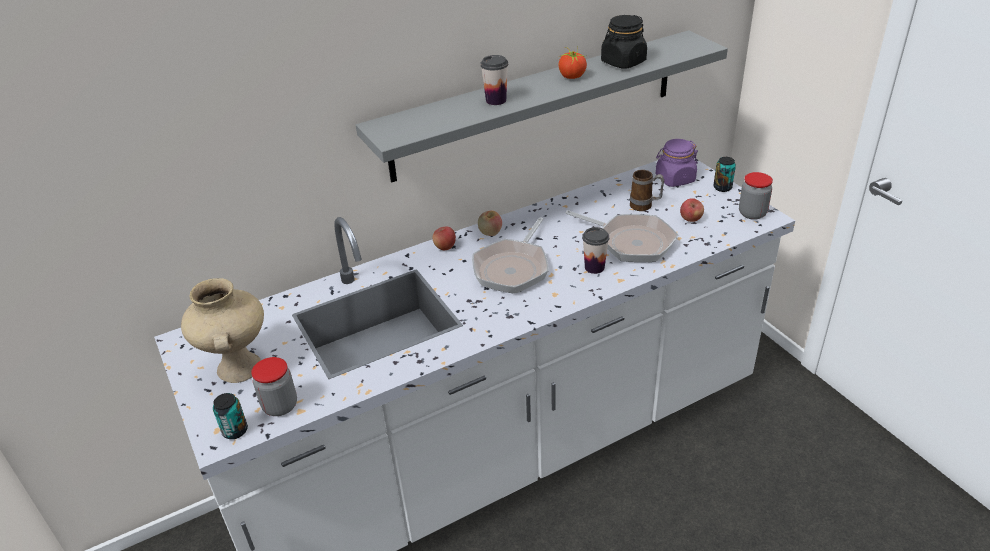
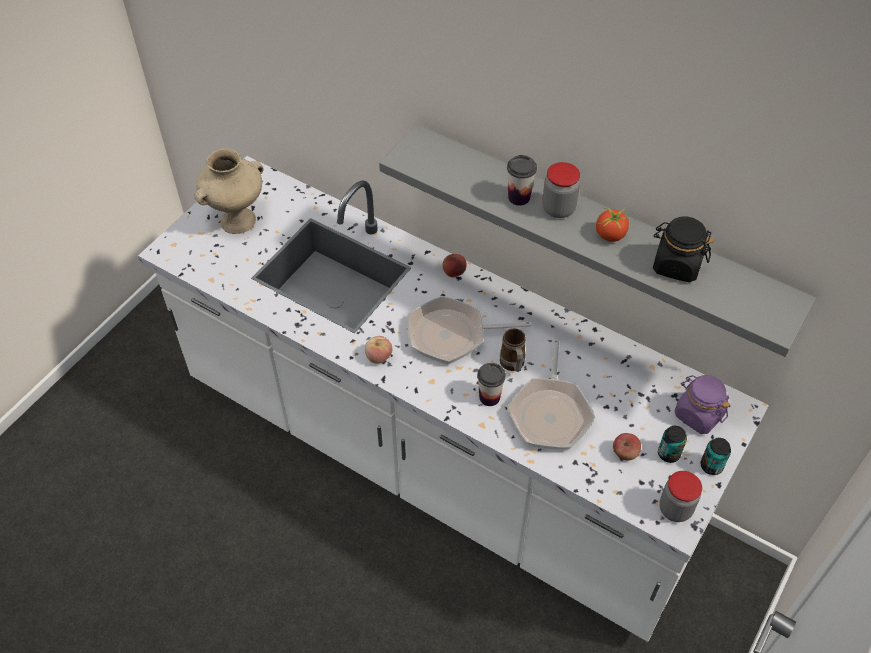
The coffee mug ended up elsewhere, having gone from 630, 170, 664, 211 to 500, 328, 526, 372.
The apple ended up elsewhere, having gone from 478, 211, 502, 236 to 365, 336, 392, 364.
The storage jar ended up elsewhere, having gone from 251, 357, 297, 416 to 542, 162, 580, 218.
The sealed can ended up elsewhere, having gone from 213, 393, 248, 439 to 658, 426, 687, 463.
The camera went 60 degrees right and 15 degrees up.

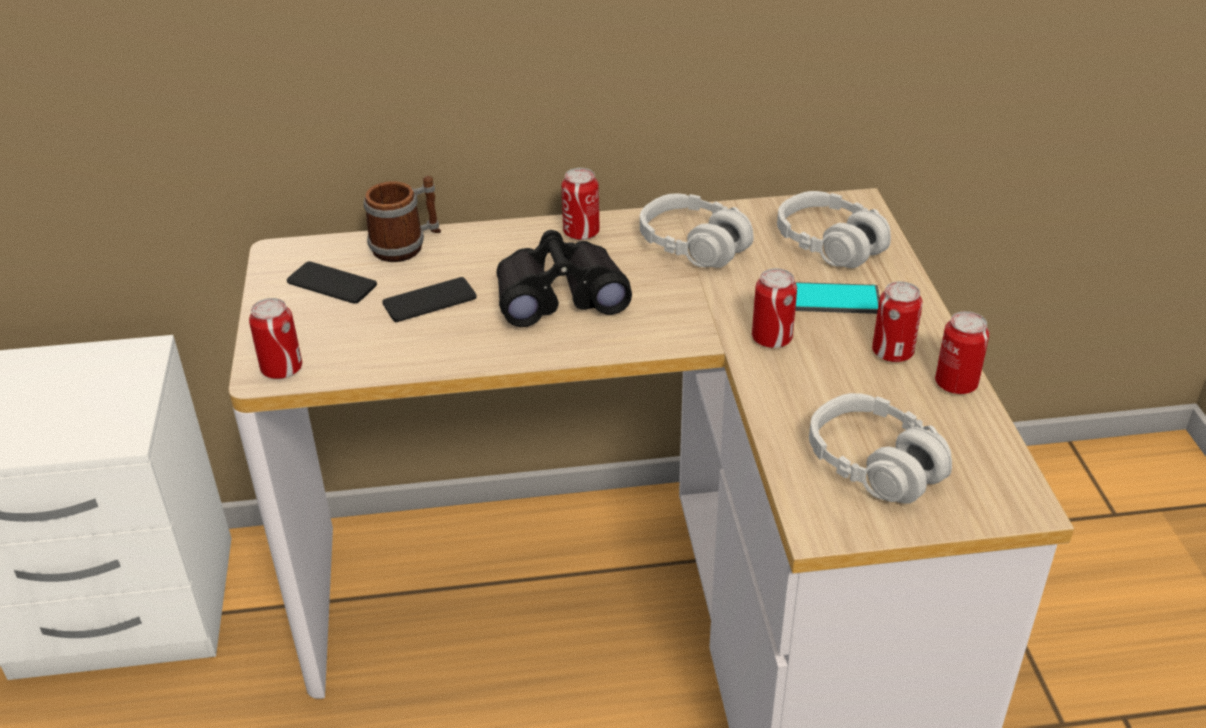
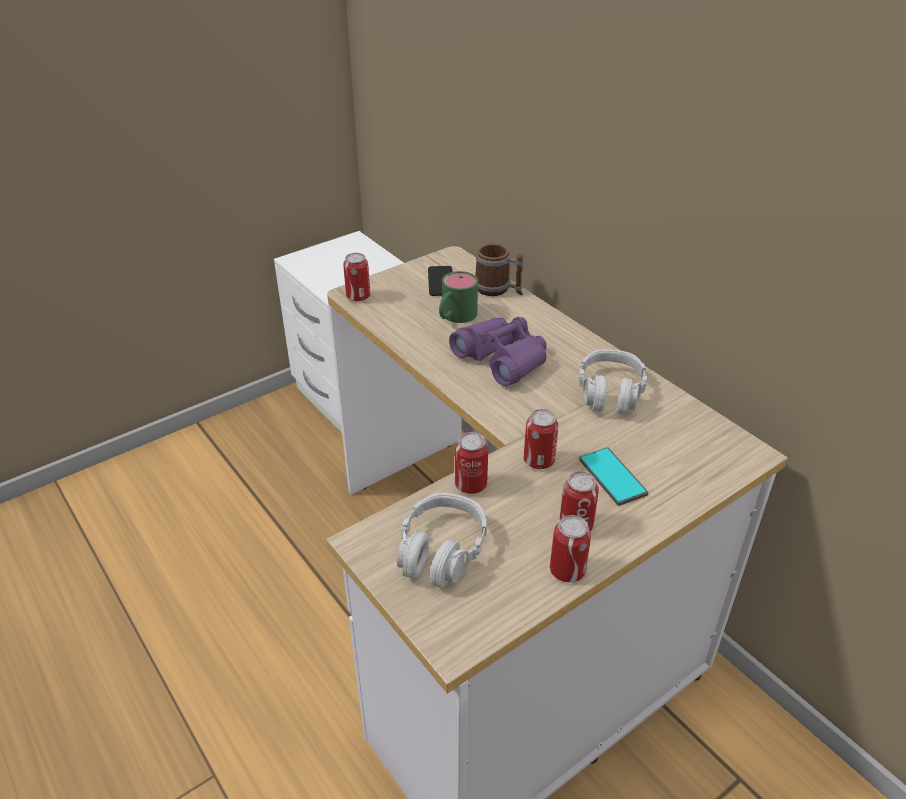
The sealed can ended up elsewhere, having gone from 562, 168, 600, 240 to 455, 432, 488, 494.
The second view lost the grey headphones at 777, 191, 891, 268.
What was the blackish field glasses at 496, 230, 632, 327 turned into the purple field glasses at 449, 317, 546, 386.
Where the handset stood at 383, 277, 477, 322, the green coffee mug came to stand at 439, 271, 478, 323.
The camera went 60 degrees right and 0 degrees up.

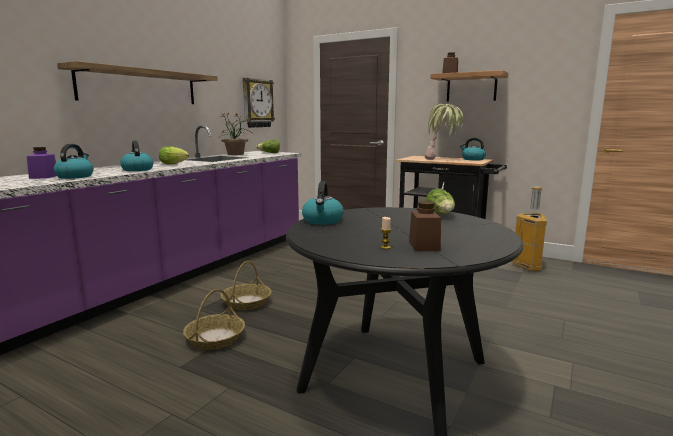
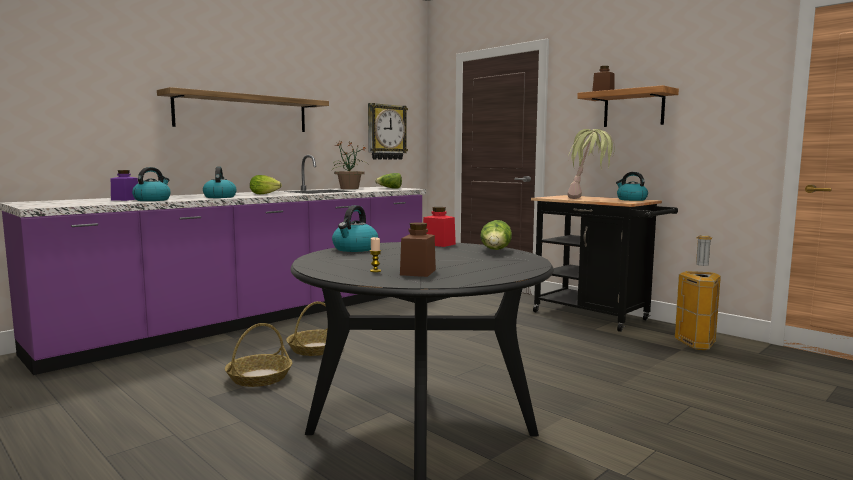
The second view gained the red storage jar at 423, 207, 456, 247.
The camera went 15 degrees right and 5 degrees down.

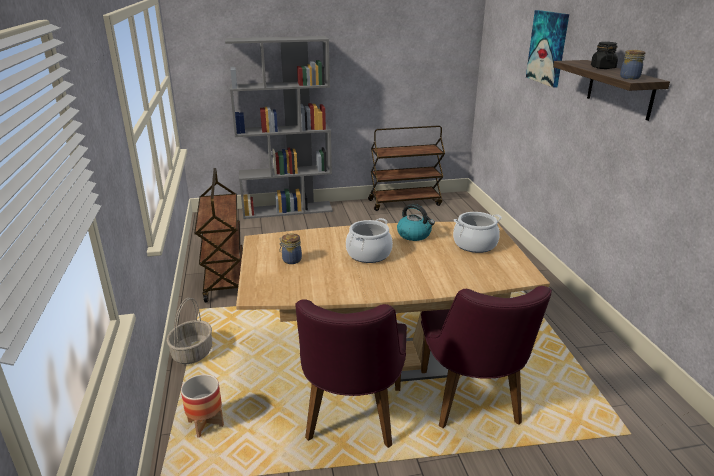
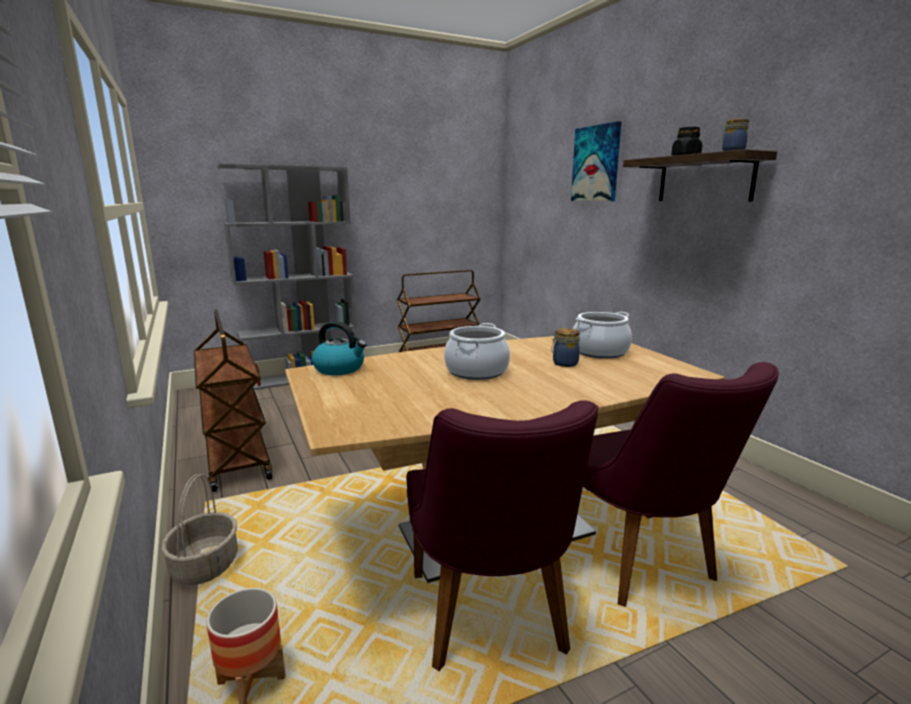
The tea kettle ended up elsewhere, having gone from 397, 204, 435, 241 to 312, 321, 367, 375.
The storage jar ended up elsewhere, having gone from 279, 233, 302, 264 to 551, 328, 580, 367.
The camera went 15 degrees left and 10 degrees down.

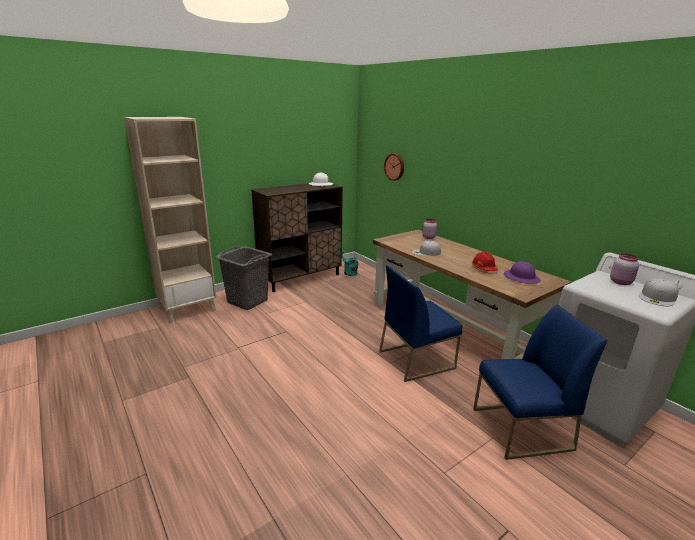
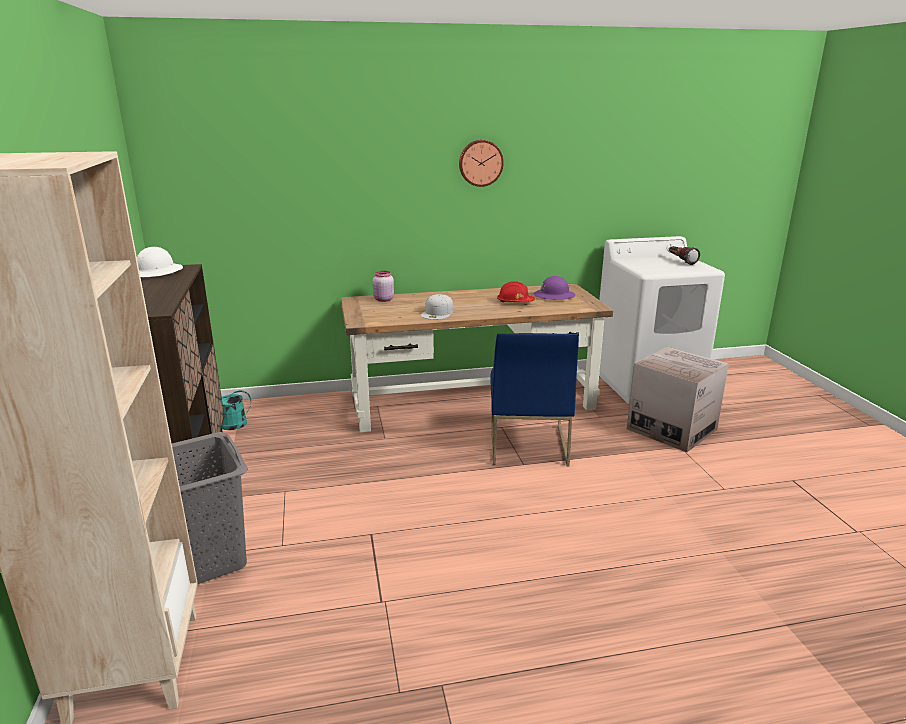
The wall clock ended up elsewhere, having gone from 384, 154, 404, 181 to 459, 140, 504, 187.
The second view lost the pinkish storage jar at 610, 254, 639, 285.
Where the whitish baseball cap stood at 639, 278, 679, 306, the hand torch came to stand at 669, 246, 700, 265.
Where the bluish chair stood at 473, 305, 607, 460, the cardboard box came to stand at 627, 347, 729, 452.
The camera went 65 degrees left and 0 degrees up.

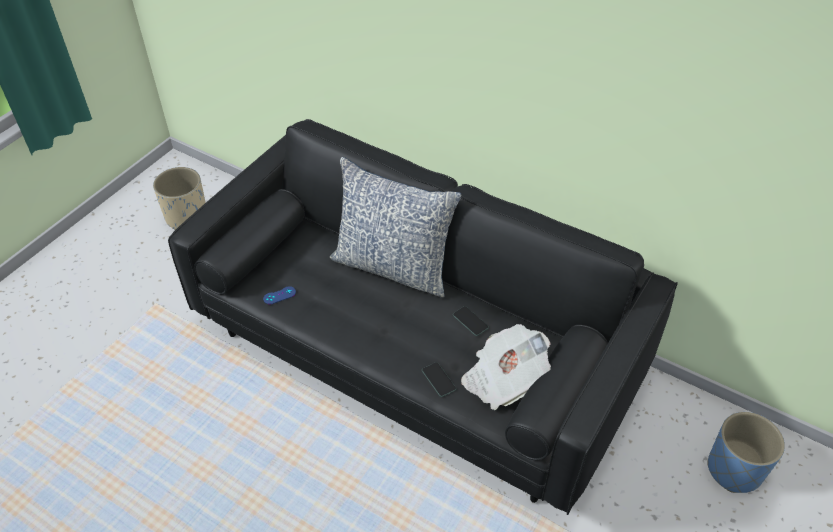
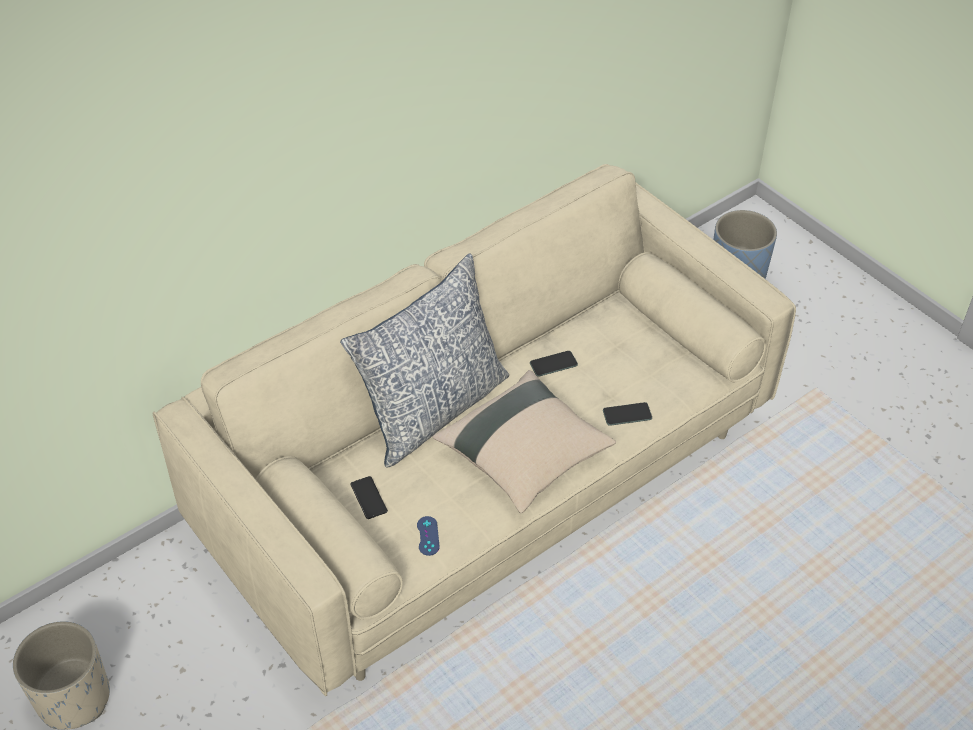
What was the blackish couch at 168, 119, 678, 515 turned into the beige-coloured couch at 152, 164, 796, 696.
The second view lost the daily paper at 461, 324, 551, 410.
The second view gained the beige-coloured cushion at 433, 370, 616, 513.
The second view gained the handset at 350, 476, 388, 519.
The camera went 70 degrees left and 0 degrees up.

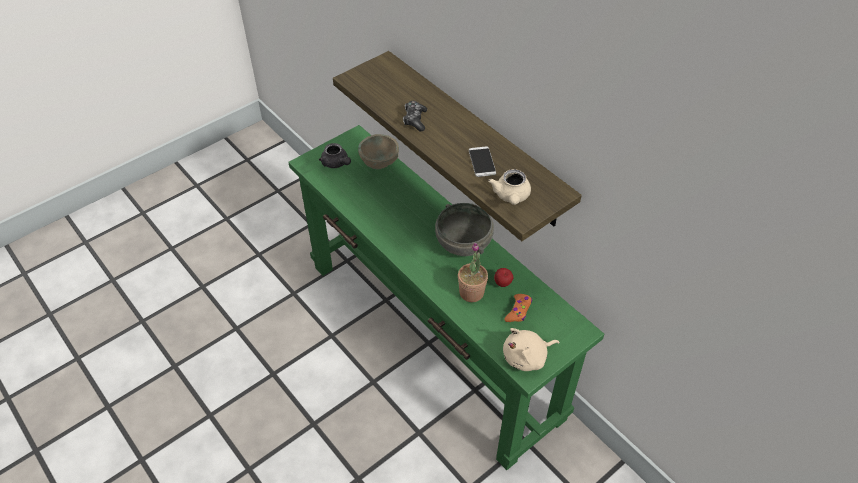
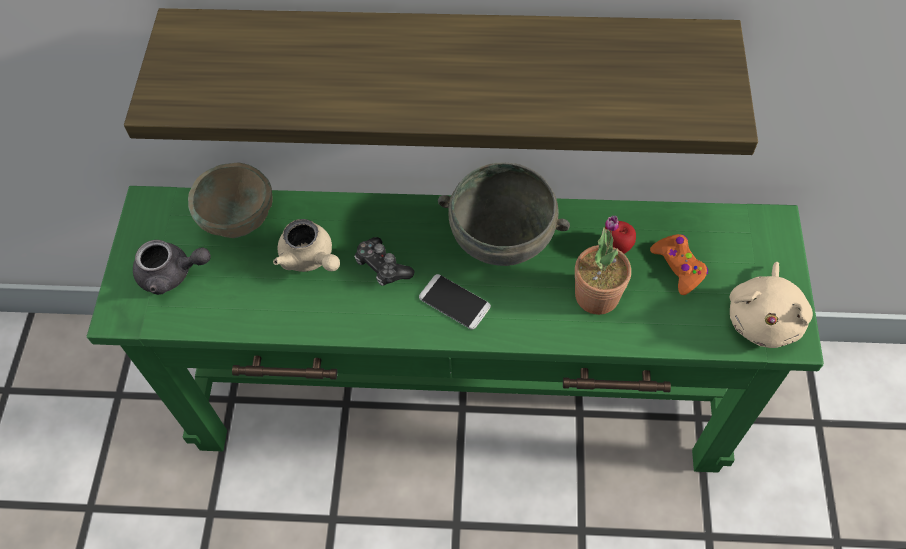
The game controller ended up elsewhere, having gone from 403, 101, 427, 131 to 354, 237, 414, 286.
The handset ended up elsewhere, having gone from 469, 146, 496, 177 to 419, 274, 491, 330.
The beige-coloured tea pot ended up elsewhere, having gone from 488, 169, 531, 205 to 273, 219, 340, 272.
The camera went 45 degrees left and 10 degrees up.

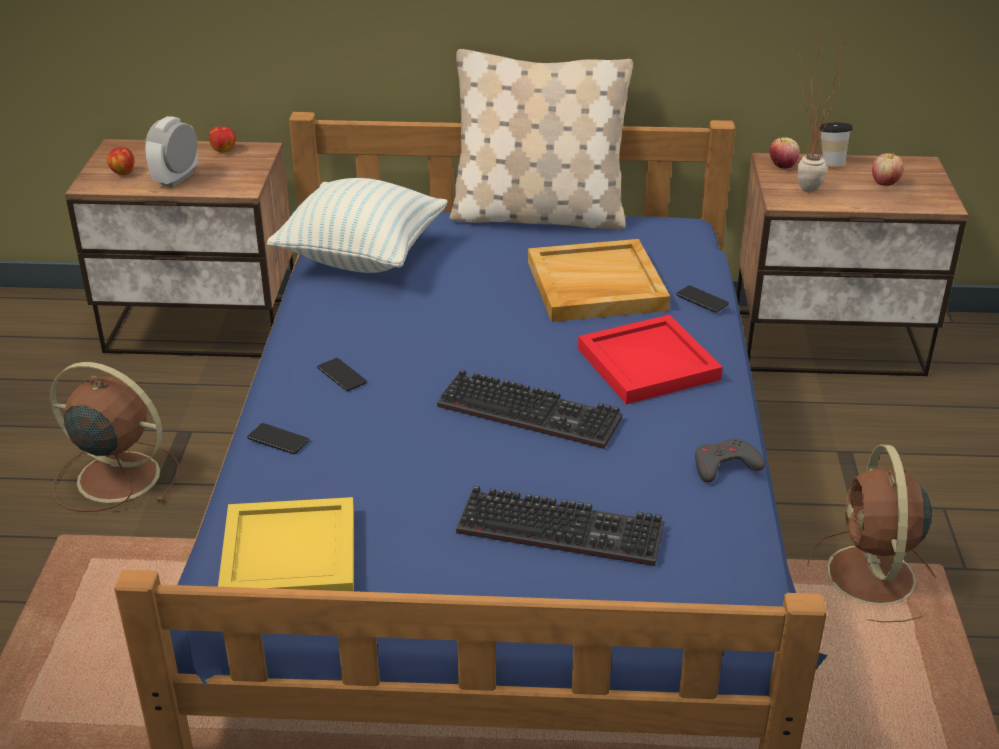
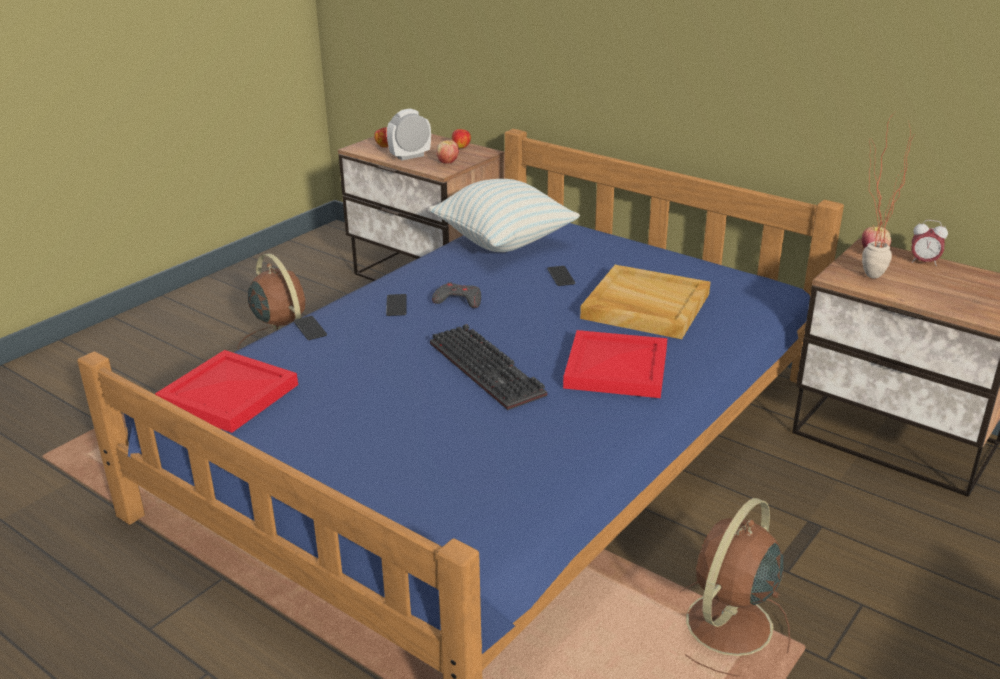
The second view lost the beige-coloured cushion at 450, 49, 633, 230.
Where the drinking cup stood at 819, 123, 853, 166, the alarm clock came to stand at 912, 220, 948, 266.
The apple ended up elsewhere, having gone from 872, 152, 904, 186 to 436, 139, 459, 164.
The handset ended up elsewhere, having gone from 676, 285, 729, 312 to 547, 266, 575, 286.
The grey game controller ended up elsewhere, having gone from 695, 438, 765, 482 to 432, 282, 481, 308.
The second view lost the keyboard at 456, 486, 664, 566.
What was the yellowish tray at 218, 497, 354, 591 turned into the red tray at 155, 350, 298, 433.
The camera went 35 degrees right and 5 degrees down.

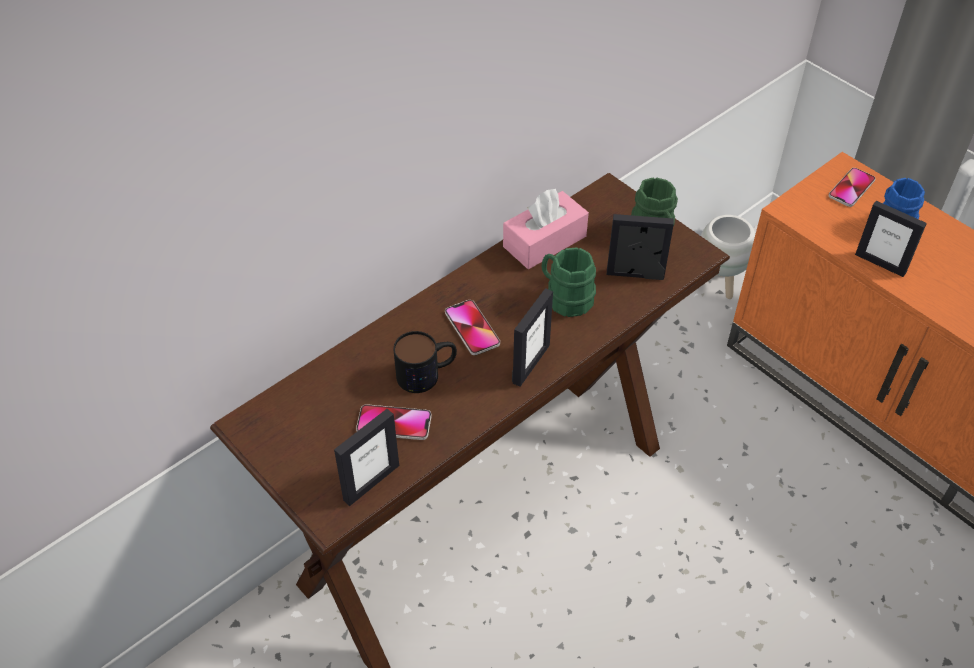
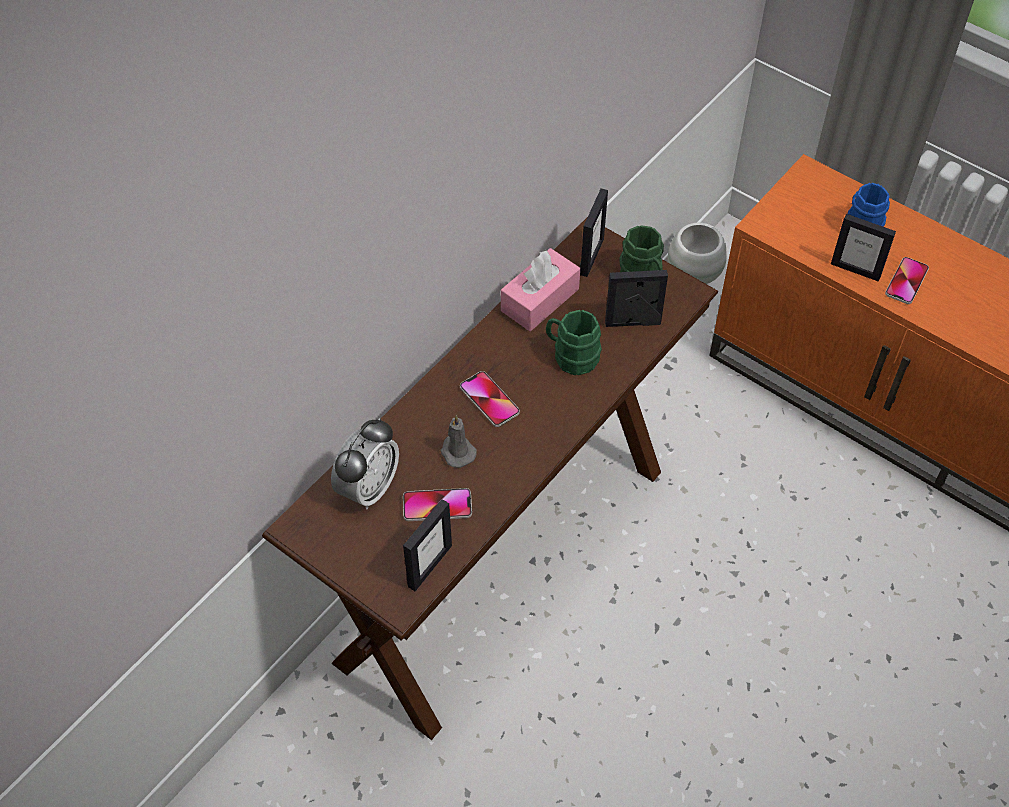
The handset ended up elsewhere, having gone from 828, 168, 876, 207 to 885, 257, 929, 304.
The photo frame ended up elsewhere, having gone from 512, 288, 553, 387 to 580, 188, 608, 277.
Where the coffee mug stood at 393, 331, 457, 393, the grey wax light came to stand at 441, 415, 477, 468.
The second view gained the alarm clock at 331, 418, 399, 509.
The camera went 10 degrees left and 5 degrees up.

